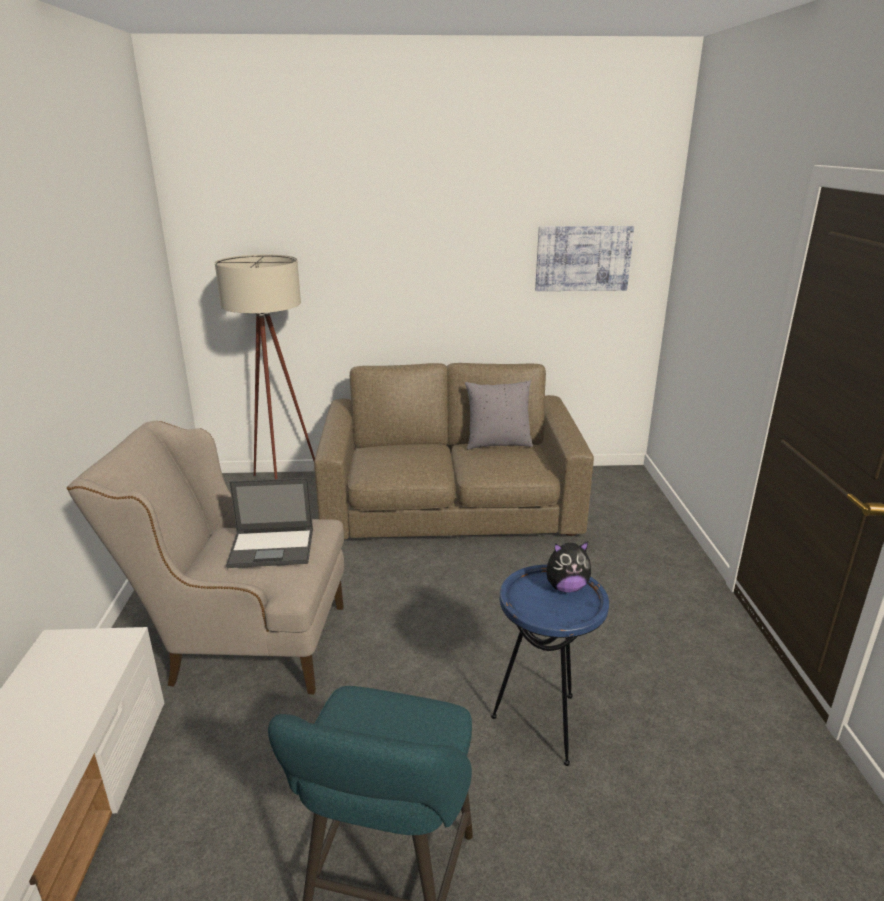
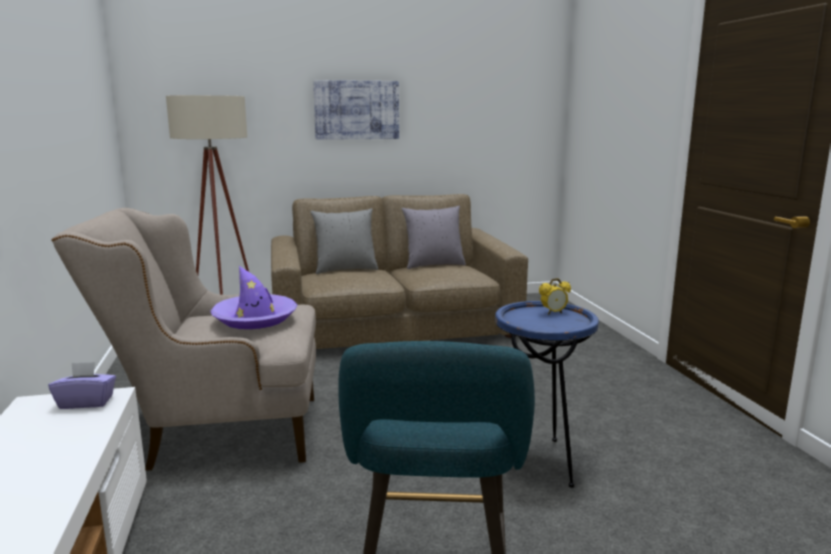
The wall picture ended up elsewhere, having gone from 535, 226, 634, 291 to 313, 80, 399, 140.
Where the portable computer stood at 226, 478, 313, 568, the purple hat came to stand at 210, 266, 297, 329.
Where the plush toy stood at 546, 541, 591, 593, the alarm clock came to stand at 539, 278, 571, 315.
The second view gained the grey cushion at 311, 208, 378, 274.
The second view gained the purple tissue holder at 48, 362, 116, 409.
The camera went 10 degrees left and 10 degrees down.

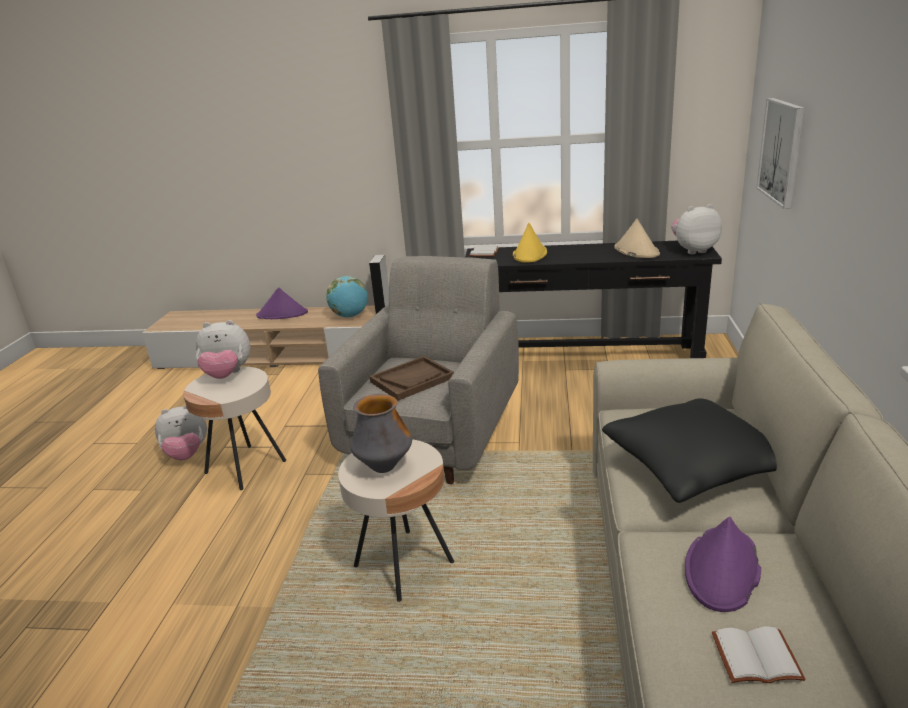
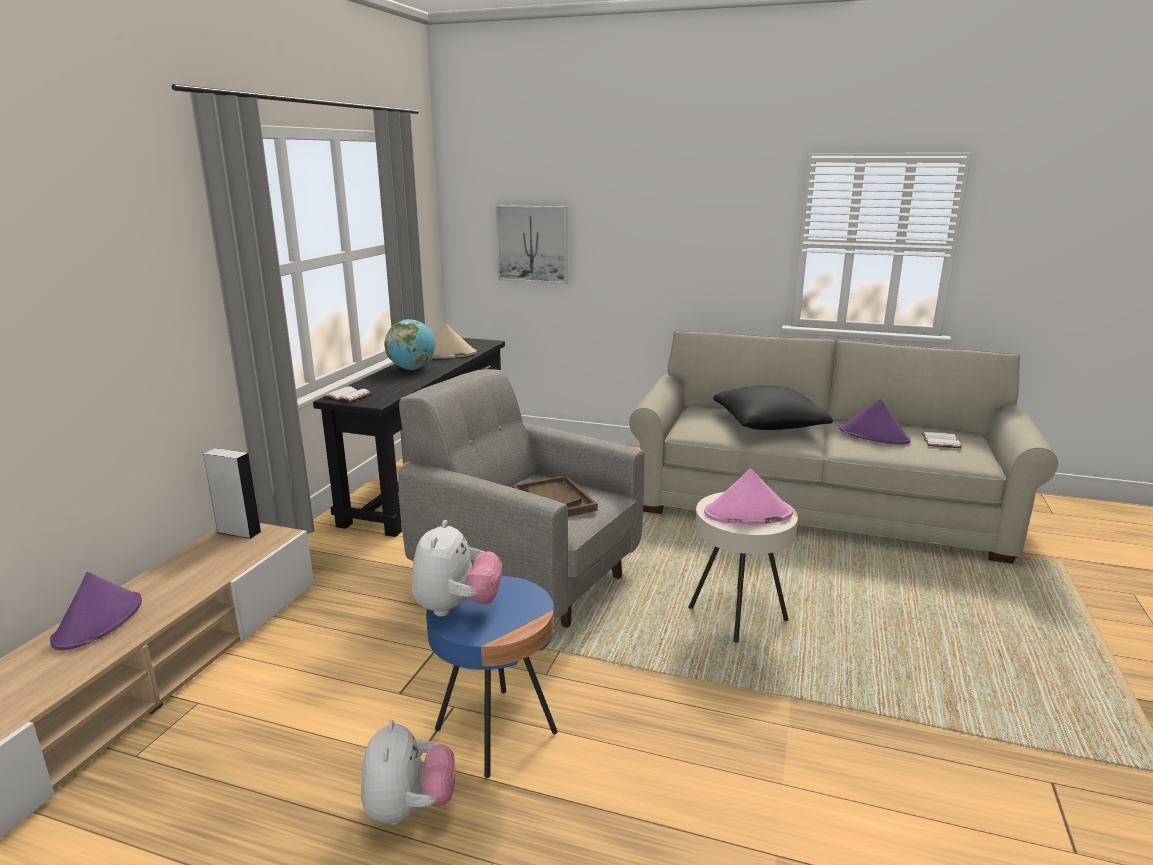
The second view lost the plush toy at 671, 204, 722, 254.
The second view lost the yellowish hat at 513, 223, 547, 263.
The globe ended up elsewhere, having gone from 326, 276, 368, 318 to 385, 319, 435, 370.
What was the beige-coloured accent table at 183, 367, 286, 490 turned into the bluish accent table at 426, 576, 558, 778.
Where the vase stood at 350, 394, 412, 473, the pinkish hat came to stand at 704, 469, 793, 524.
The camera went 80 degrees left and 5 degrees down.

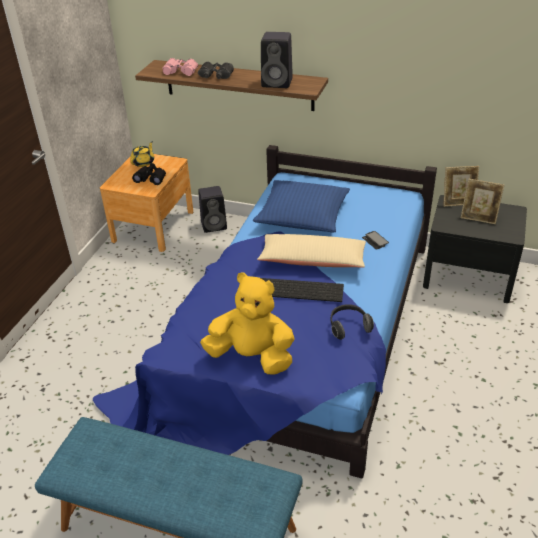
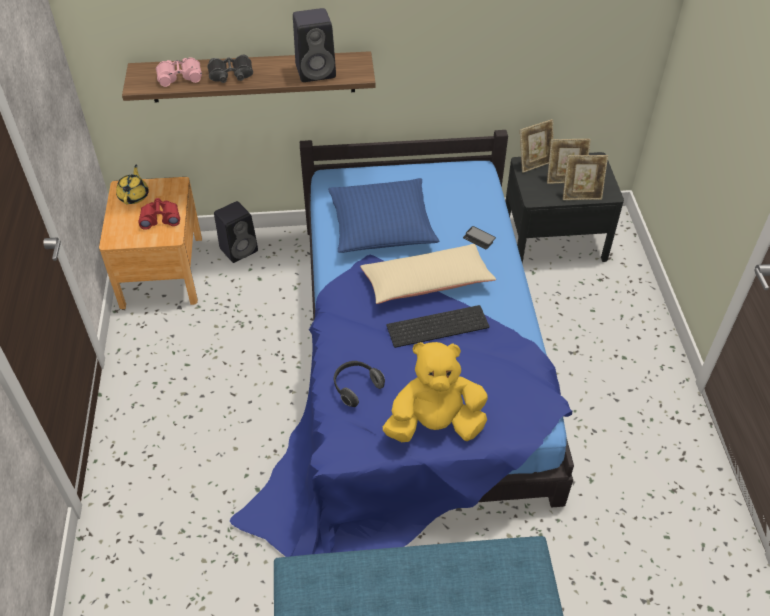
What was the blackish field glasses at 132, 163, 166, 185 turned into the red field glasses at 138, 198, 180, 230.
The headphones ended up elsewhere, having gone from 331, 304, 374, 340 to 334, 361, 385, 407.
The second view gained the photo frame at 563, 155, 608, 200.
The camera went 25 degrees left and 10 degrees up.

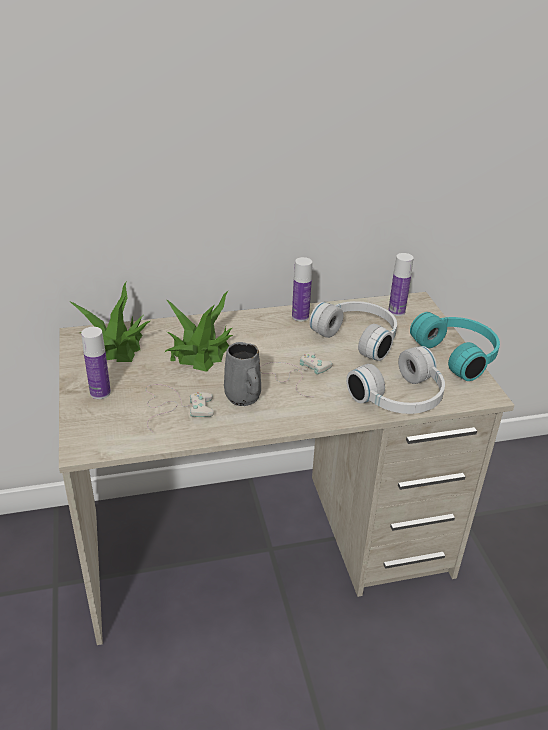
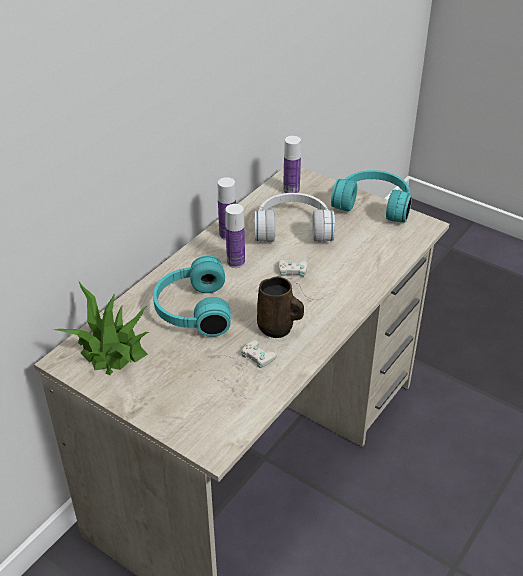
Where the houseplant stood at 165, 290, 233, 372, the blue-green headphones came to stand at 153, 255, 231, 337.
The beverage bottle ended up elsewhere, having gone from 81, 327, 111, 399 to 226, 204, 245, 268.
What was the grey coffee mug at 224, 342, 261, 406 turned into the brownish coffee mug at 257, 276, 304, 338.
The second view lost the whitish headphones at 346, 346, 445, 414.
The camera went 40 degrees left and 5 degrees up.

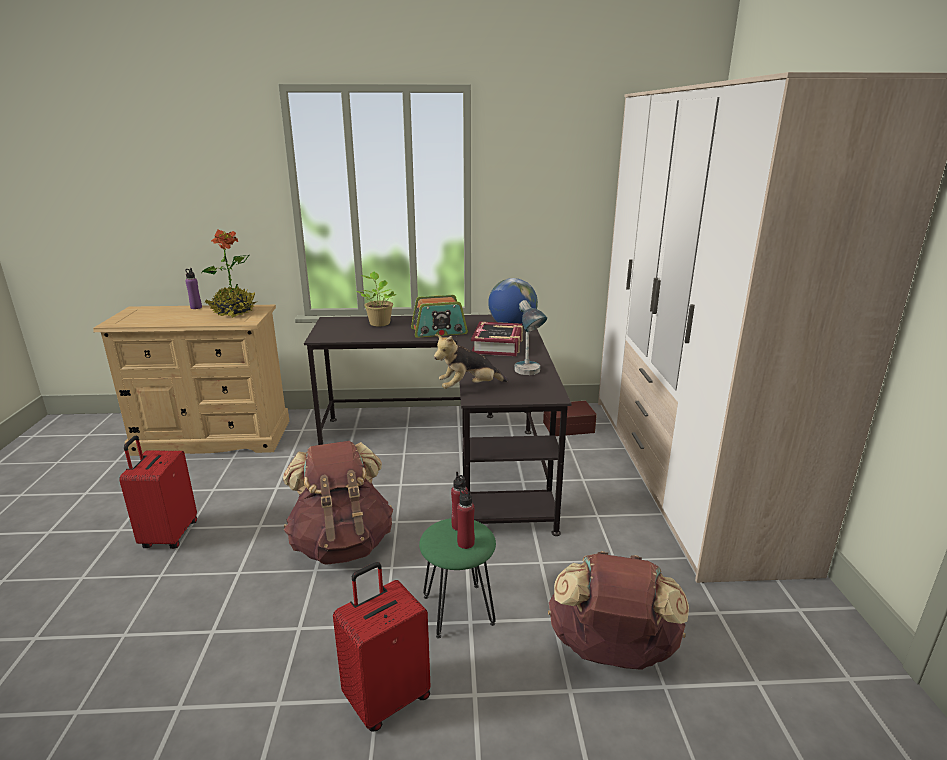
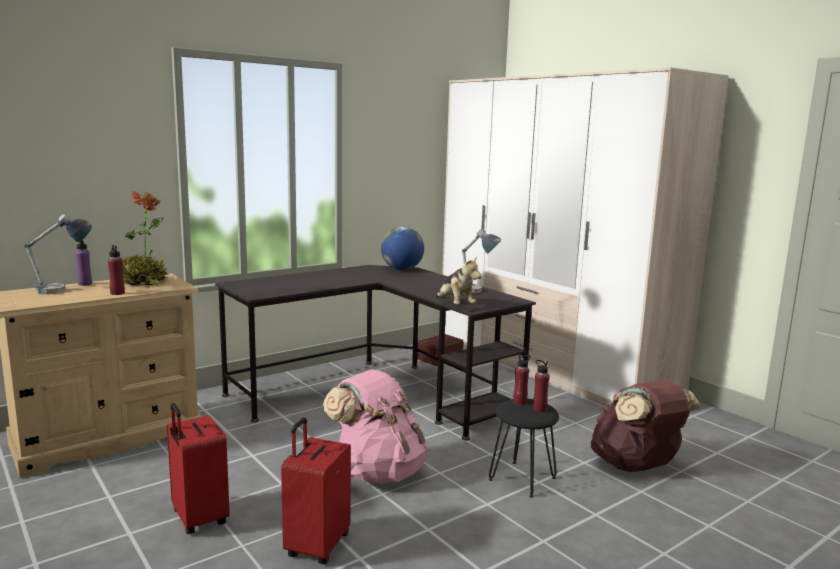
The second view lost the houseplant at 356, 271, 397, 326.
The second view lost the radio set at 411, 295, 468, 338.
The second view lost the bound book at 471, 322, 523, 356.
The plush toy at 434, 334, 508, 389 ended up facing another way, 60 degrees counterclockwise from before.
What was the brownish rucksack at 283, 441, 393, 565 turned into the pinkish rucksack at 323, 369, 428, 484.
What was the green sitting stool at 419, 518, 496, 639 turned into the blackish sitting stool at 489, 399, 559, 498.
The red suitcase ended up elsewhere, having gone from 333, 562, 431, 732 to 281, 418, 351, 564.
The second view gained the table lamp at 24, 214, 92, 294.
The second view gained the red beverage bottle at 108, 245, 125, 295.
The camera went 35 degrees left and 10 degrees down.

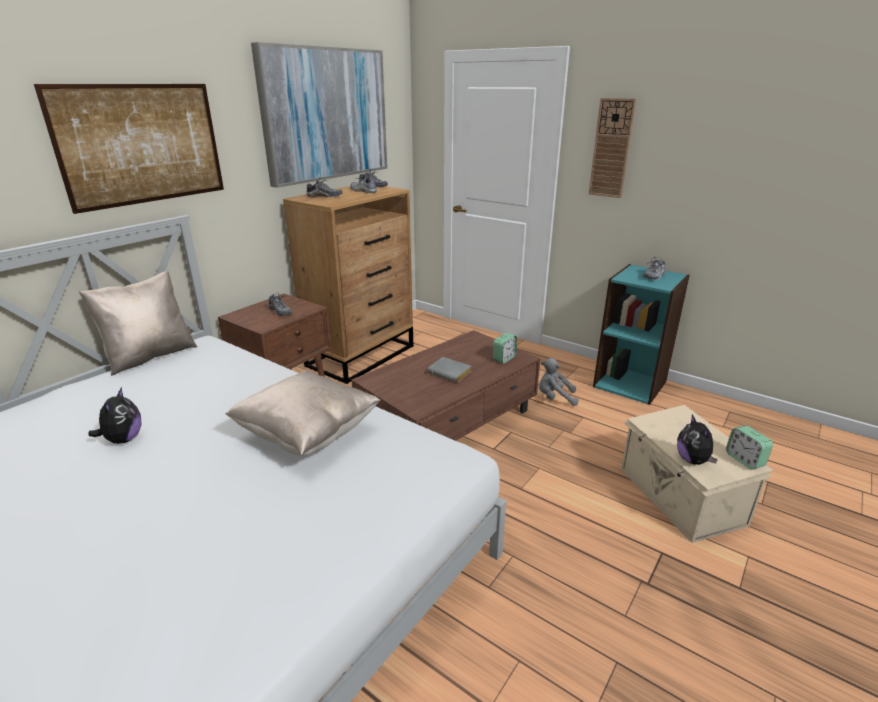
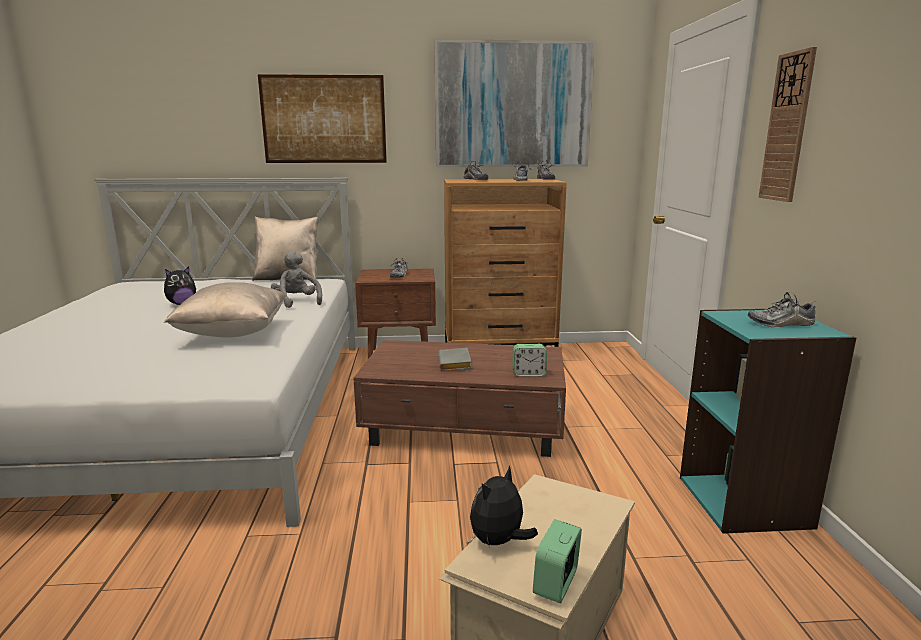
The grey plush toy ended up elsewhere, having gone from 539, 358, 579, 406 to 271, 251, 322, 308.
The camera went 50 degrees right and 10 degrees down.

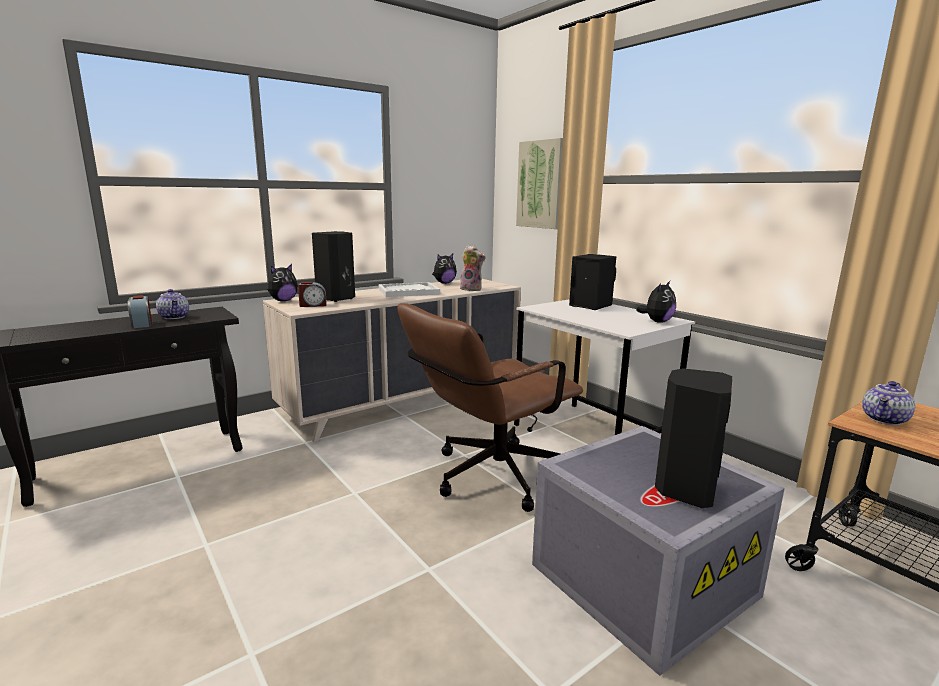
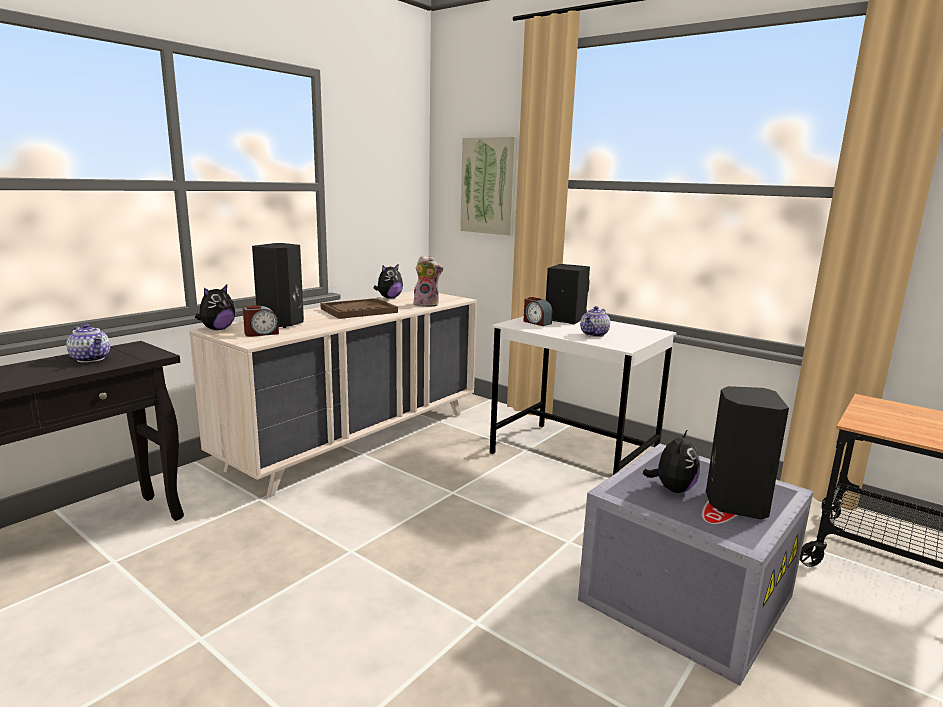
The plush toy ended up elsewhere, having gone from 637, 281, 676, 323 to 643, 429, 700, 493.
What was the whitish tray at 379, 282, 440, 297 turned into the brownish tray at 320, 298, 398, 319.
The alarm clock ended up elsewhere, having gone from 128, 295, 152, 328 to 524, 297, 552, 326.
The second view lost the brownish computer chair at 397, 303, 583, 512.
The tea pot ended up elsewhere, having gone from 862, 381, 915, 425 to 580, 306, 610, 337.
The camera went 15 degrees left and 0 degrees up.

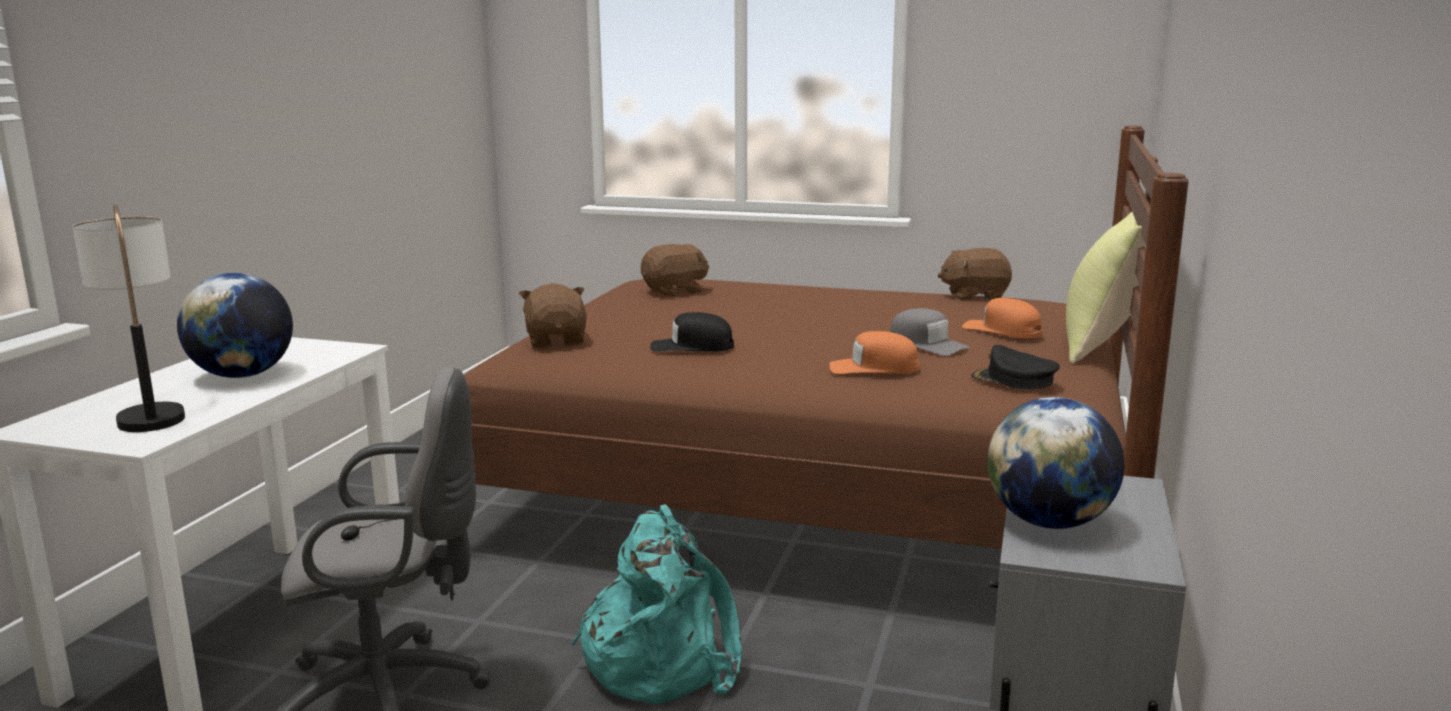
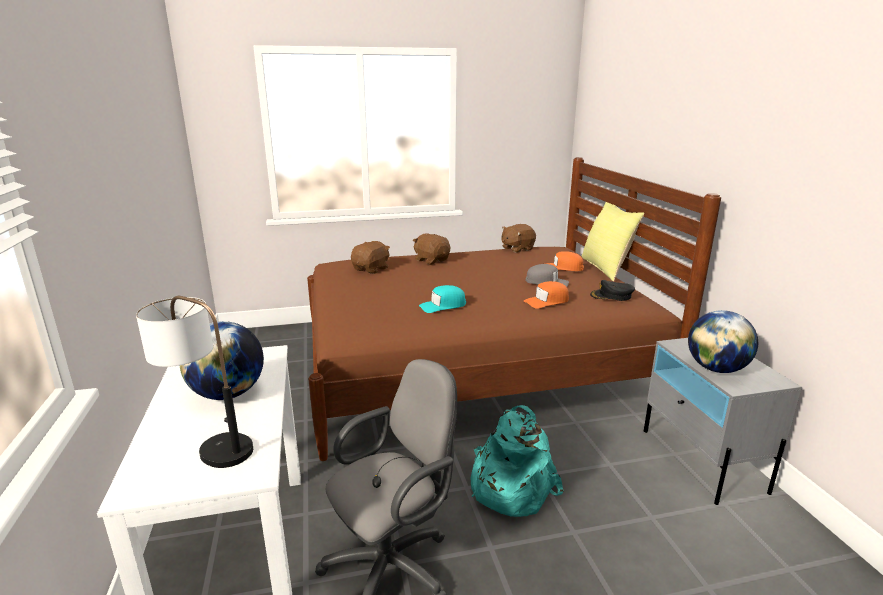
The brownish plush toy ended up elsewhere, having gone from 519, 283, 587, 348 to 413, 234, 450, 265.
What was the blackish baseball cap at 650, 312, 734, 352 turned into the blue-green baseball cap at 419, 285, 466, 313.
The camera went 30 degrees left and 5 degrees up.

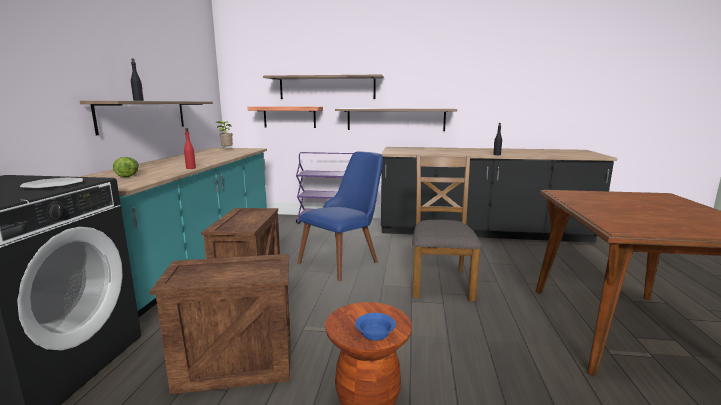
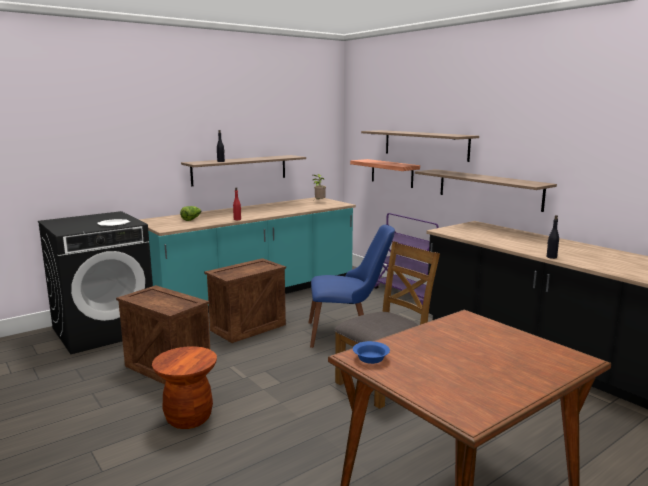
The bluish bowl ended up elsewhere, having gone from 355, 313, 396, 341 to 353, 341, 390, 364.
The camera went 45 degrees right and 0 degrees up.

